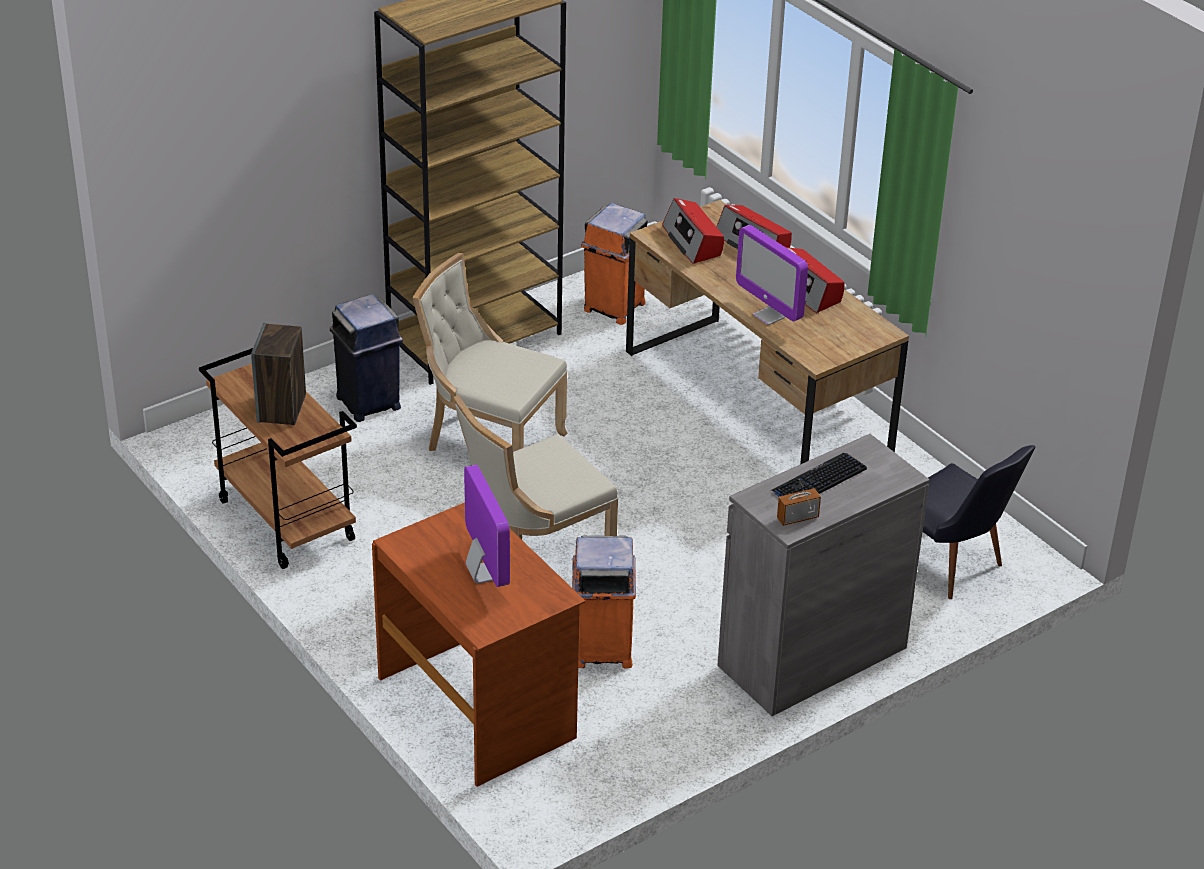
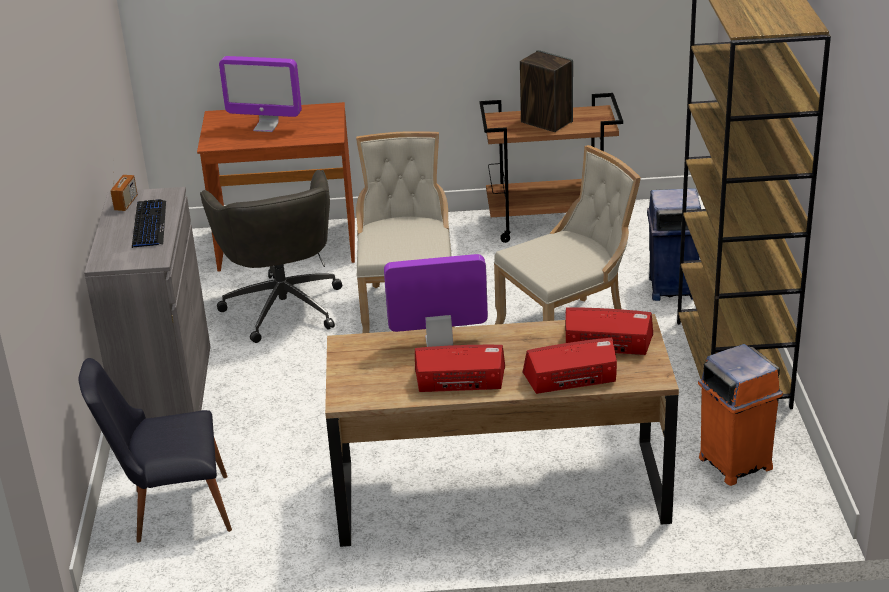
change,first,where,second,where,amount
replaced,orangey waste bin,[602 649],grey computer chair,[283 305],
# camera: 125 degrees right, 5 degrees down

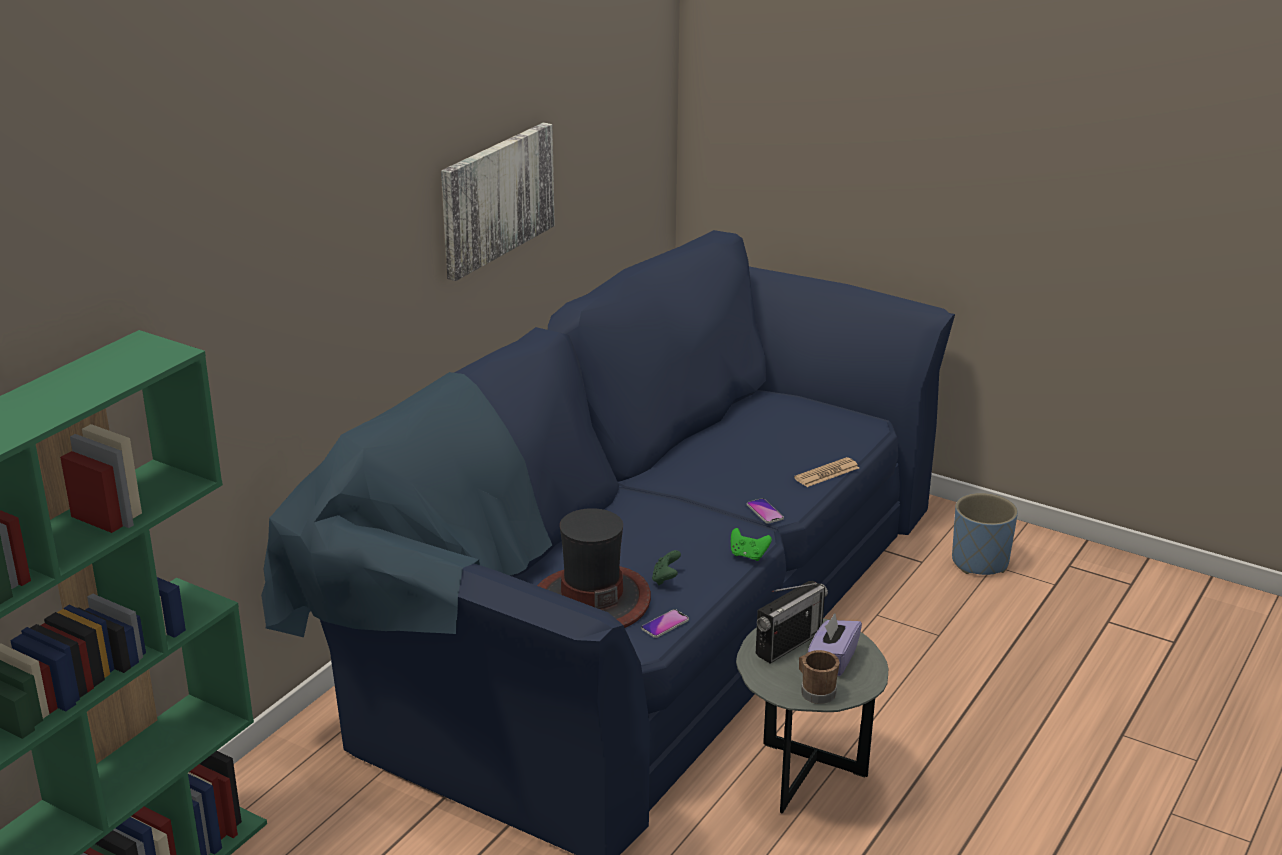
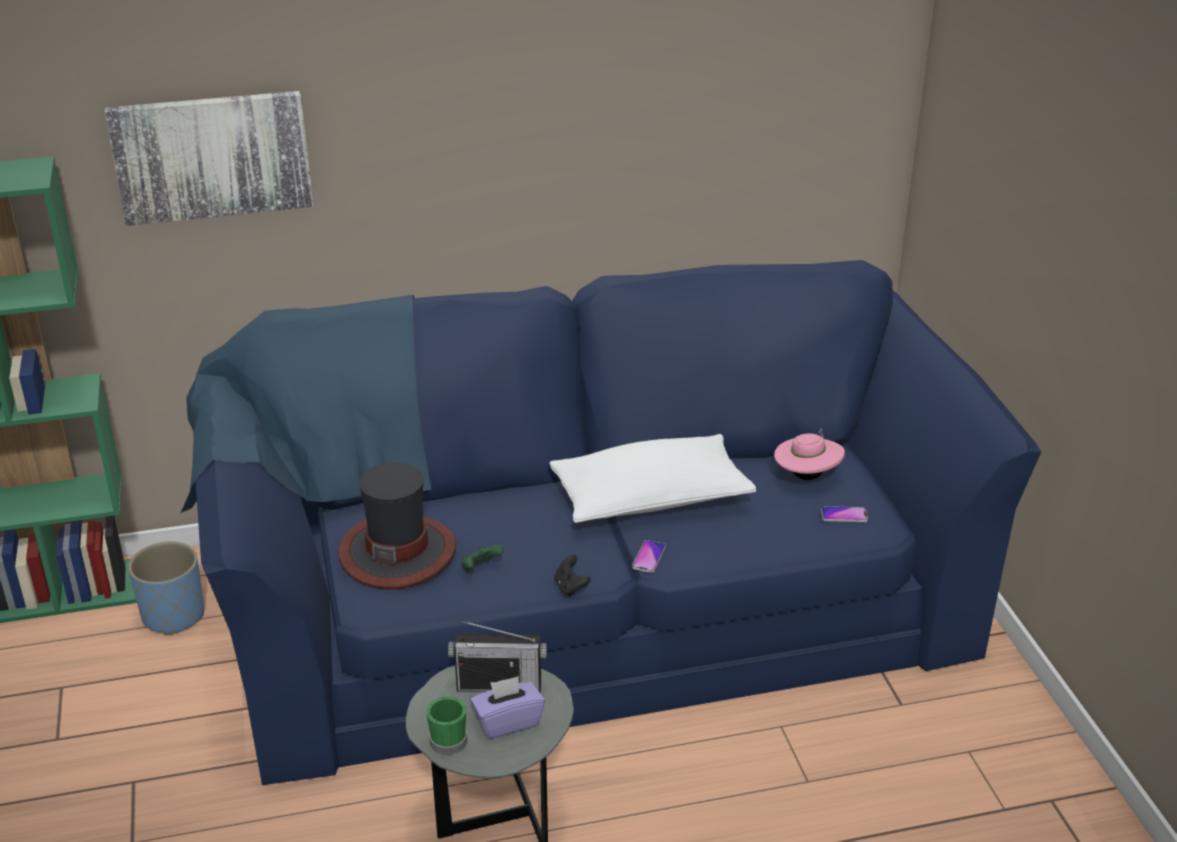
change,first,where,second,where,amount
moved,wall picture,[496 198],,[212 156],
removed,newspaper,[826 473],,,
moved,bluish plant pot,[980 562],,[173 615],
recoloured,green joypad,[748 555],blackish joypad,[570 587],
moved,handset,[665 624],,[844 515],
recoloured,brownish coffee mug,[815 691],green coffee mug,[449 738],
added,,,pink hat,[807 476],
added,,,white pillow,[650 499],
# camera: 45 degrees right, 5 degrees up

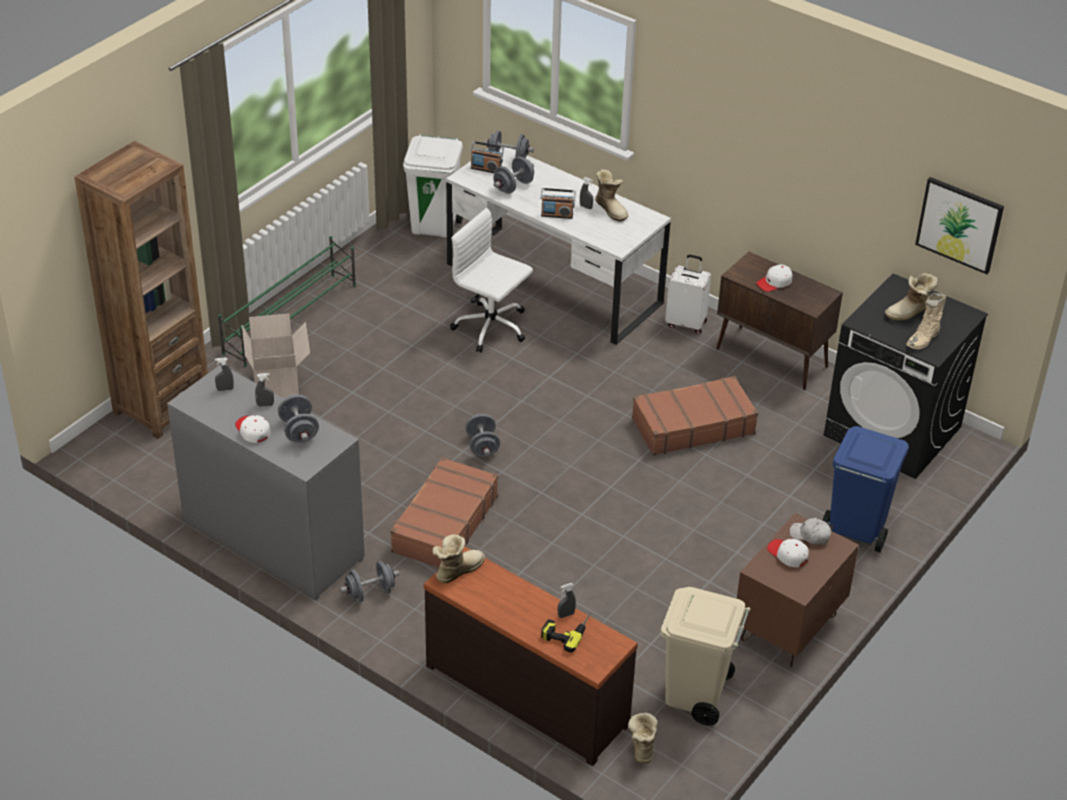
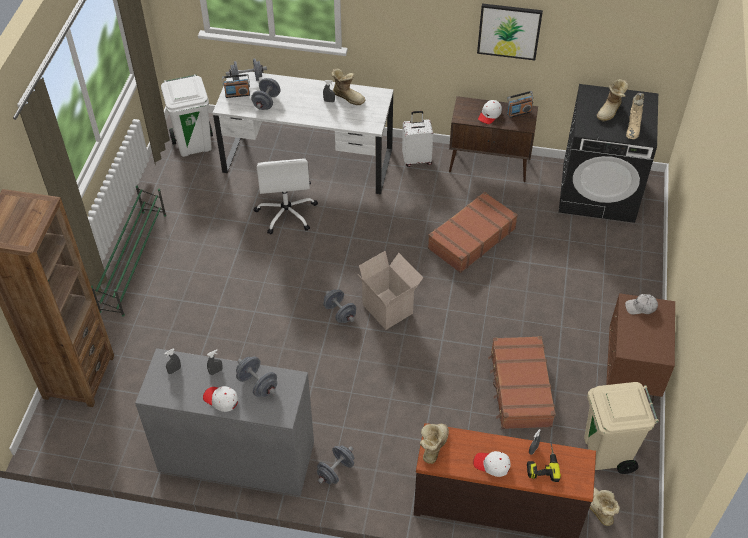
change,first,where,second,where,amount
moved,wall picture,[959 224],,[509 31],
moved,radio set,[557 215],,[519 112],
turned,white computer chair,[492 328],,[287 213],105 degrees counterclockwise
moved,packing box,[278 389],,[389 309],
removed,bluish waste bin,[855 530],,,
moved,brownish suitcase,[444 524],,[519 388],
moved,white baseball cap,[787 554],,[492 465],
# camera: 25 degrees left, 10 degrees up

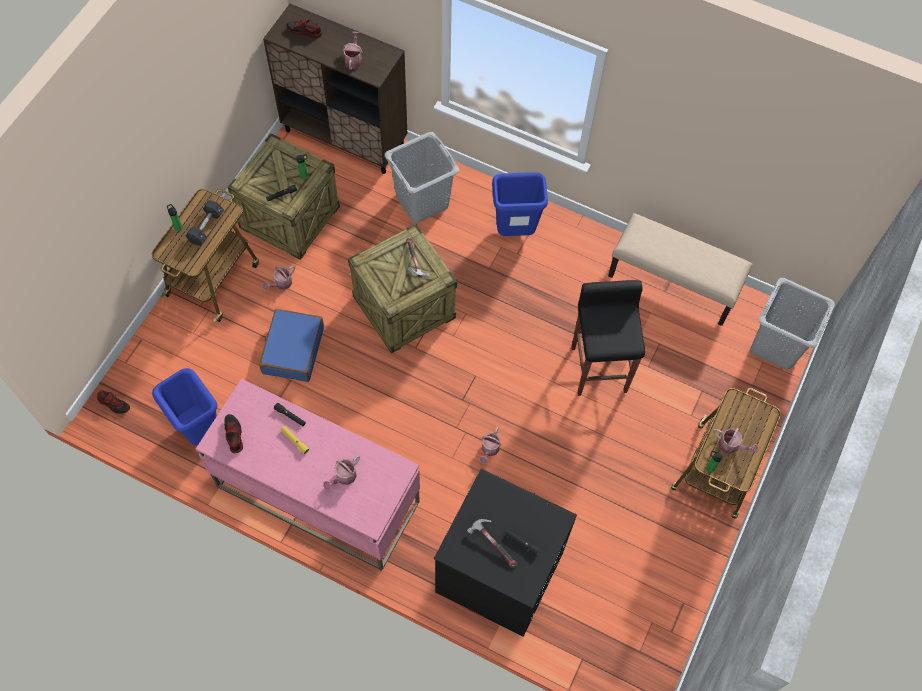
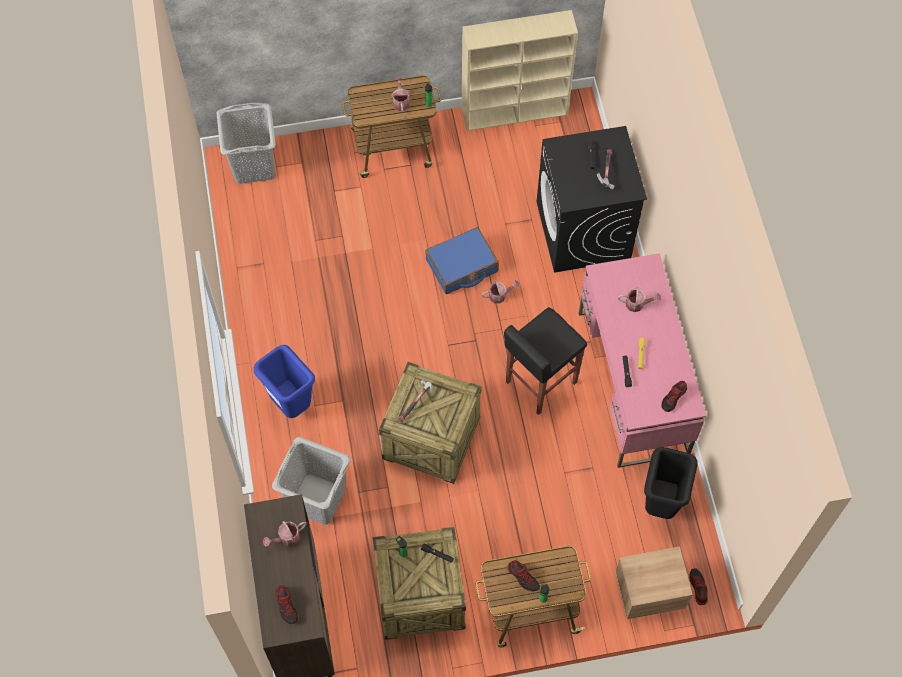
change,first,where,second,where,amount
replaced,blackish free weight,[206 227],low shoe,[523 577],
removed,beige-coloured bench,[673 282],,,
removed,watering pot,[281 284],,,
moved,blackish stool,[599 368],,[539 382],
moved,bluish suitcase,[293 350],,[462 266],
recoloured,bluish waste bin,[200 431],blackish waste bin,[660 503],
added,,,beige-coloured bookcase,[515 111],
added,,,beige-coloured nightstand,[647 594],
# camera: 125 degrees left, 0 degrees up

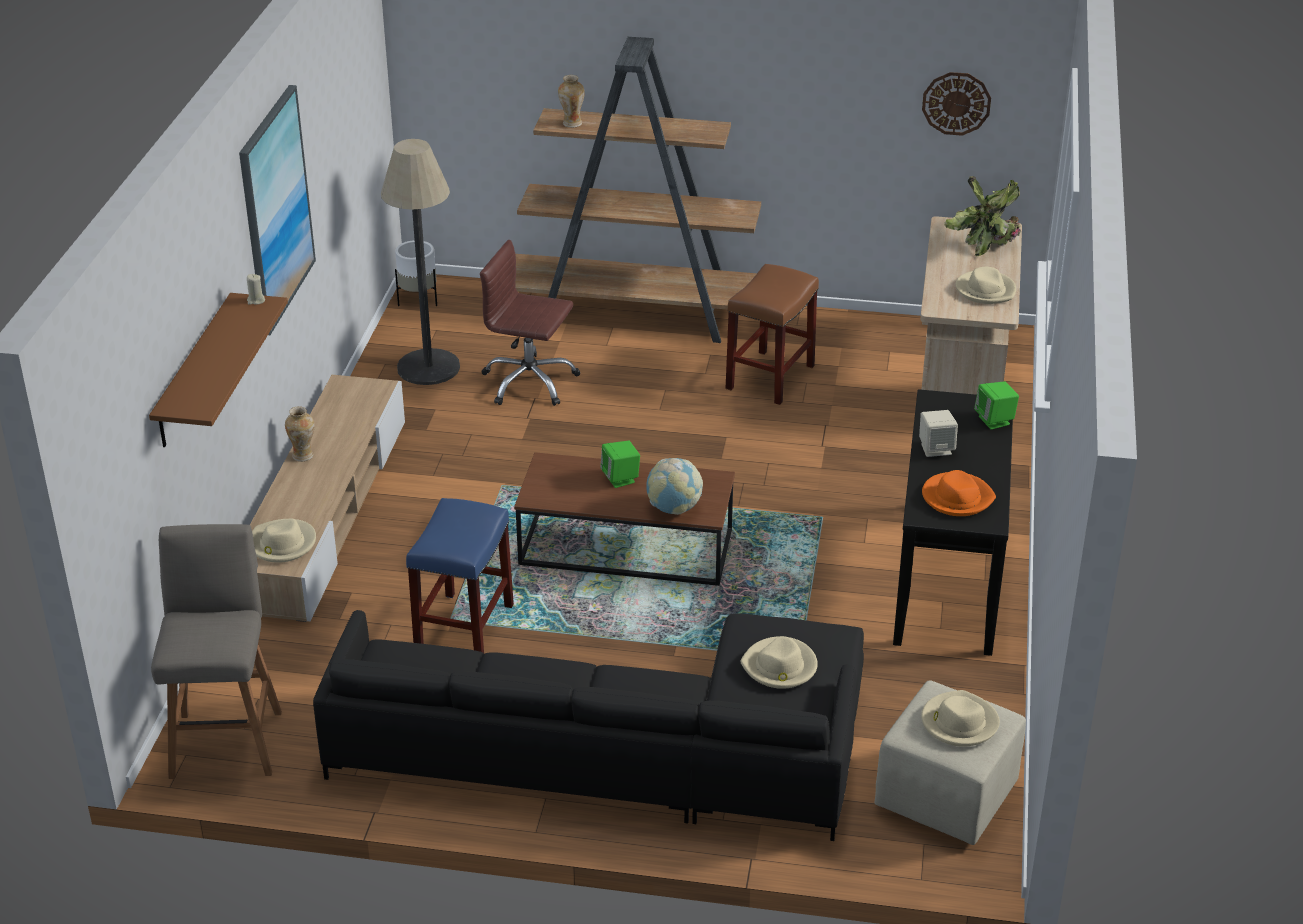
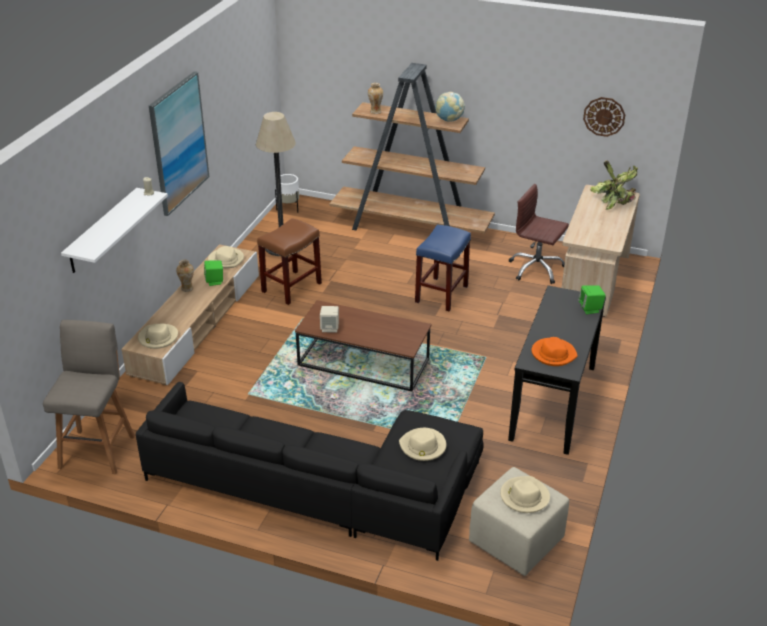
change,first,where,second,where,amount
moved,brownish computer chair,[529 382],,[536 269],
moved,brownish stool,[770 377],,[291 287],
moved,beige-coloured hat,[985 290],,[226 260],
recoloured,brownish shelf,[194 372],white shelf,[102 231],
moved,beige-coloured loudspeaker,[936 449],,[330 328],
moved,green loudspeaker,[620 479],,[215 281],
moved,desk globe,[674 508],,[449 120],
moved,bluish stool,[464 627],,[441 293],
# camera: 10 degrees right, 0 degrees up

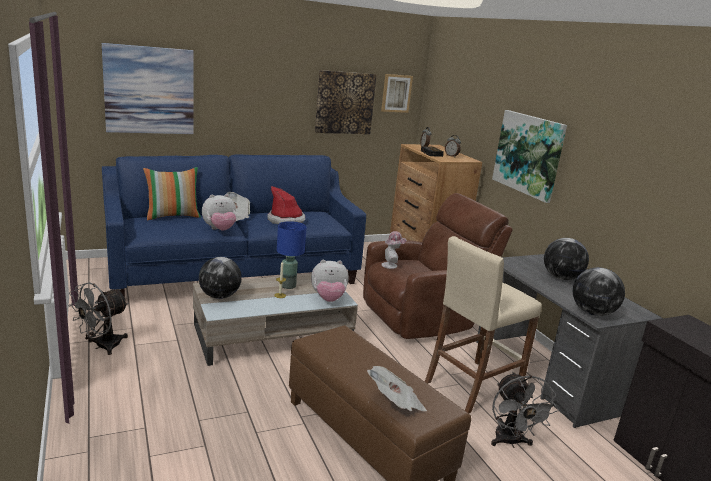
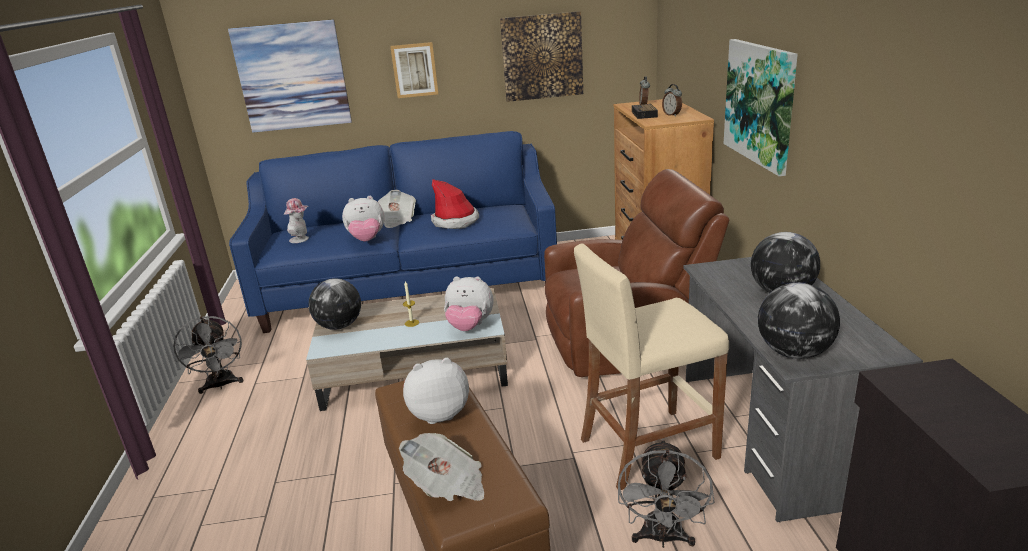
change,first,where,second,where,amount
moved,wall picture,[396 93],,[414 70],
removed,pillow,[173 216],,,
removed,bluish lamp for a table,[288 286],,,
moved,hat,[391 265],,[301 239],
turned,grey electric fan,[102 346],,[221 385],75 degrees counterclockwise
added,,,cuddly toy,[438 413],
# camera: 20 degrees right, 5 degrees up

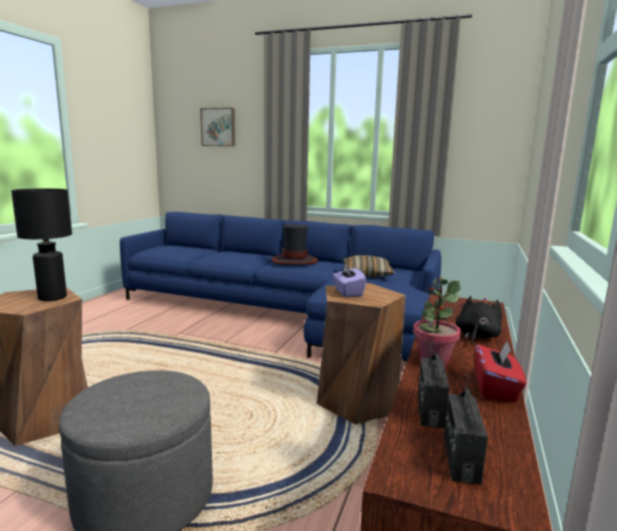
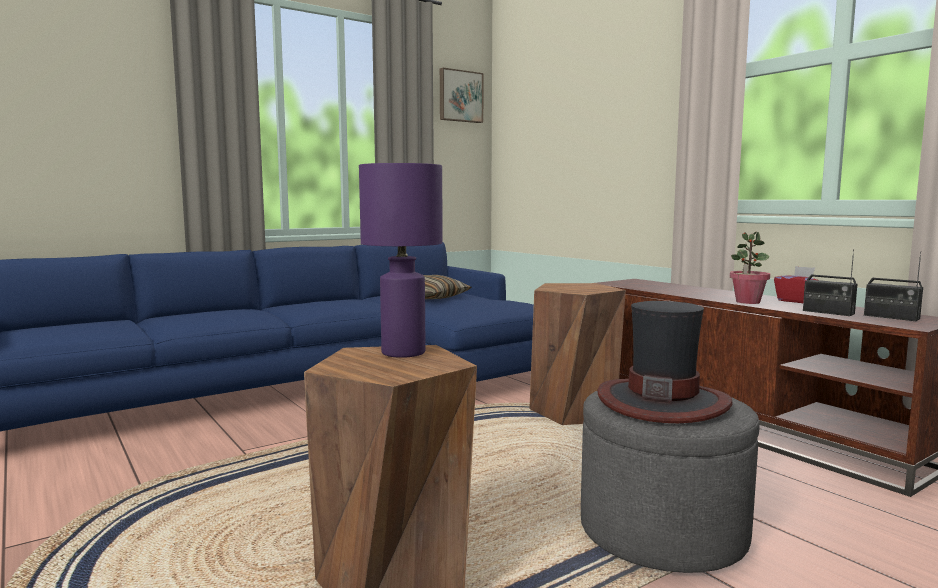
change,first,where,second,where,amount
moved,wall picture,[218 127],,[460 96],
recoloured,blackish lamp for a table,[52 298],purple-coloured lamp for a table,[404 353],
moved,hat,[295 261],,[662 401],
removed,purple-coloured tissue holder,[348 292],,,
removed,blackish cuddly toy,[476 336],,,
# camera: 55 degrees left, 5 degrees down

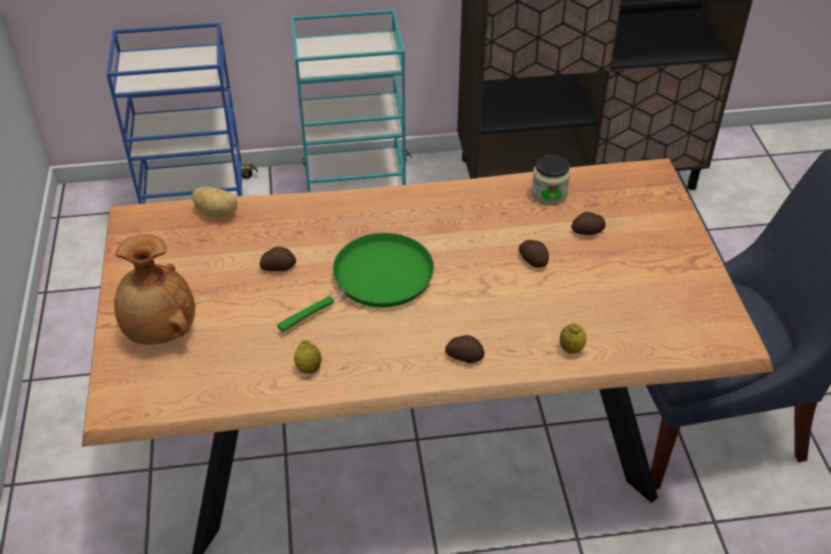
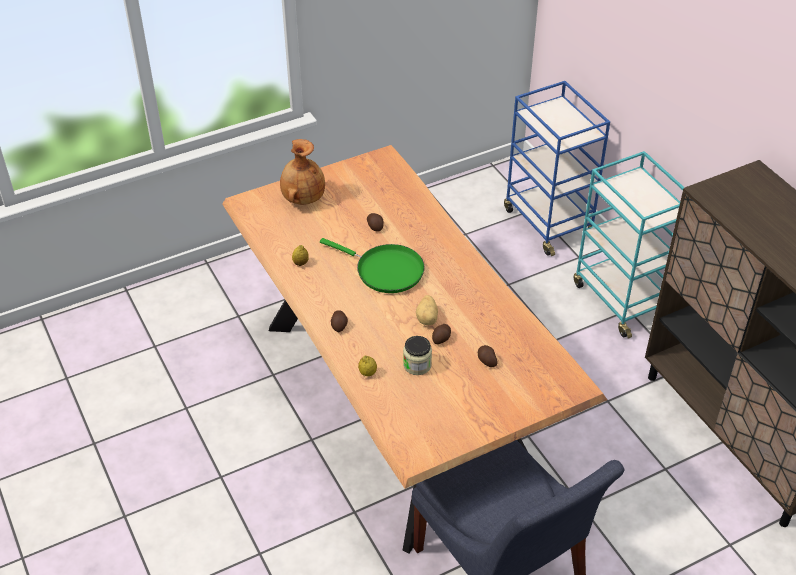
change,first,where,second,where,amount
moved,jar,[549 194],,[417 365],
moved,potato,[217 212],,[427 318],
# camera: 70 degrees right, 0 degrees up

